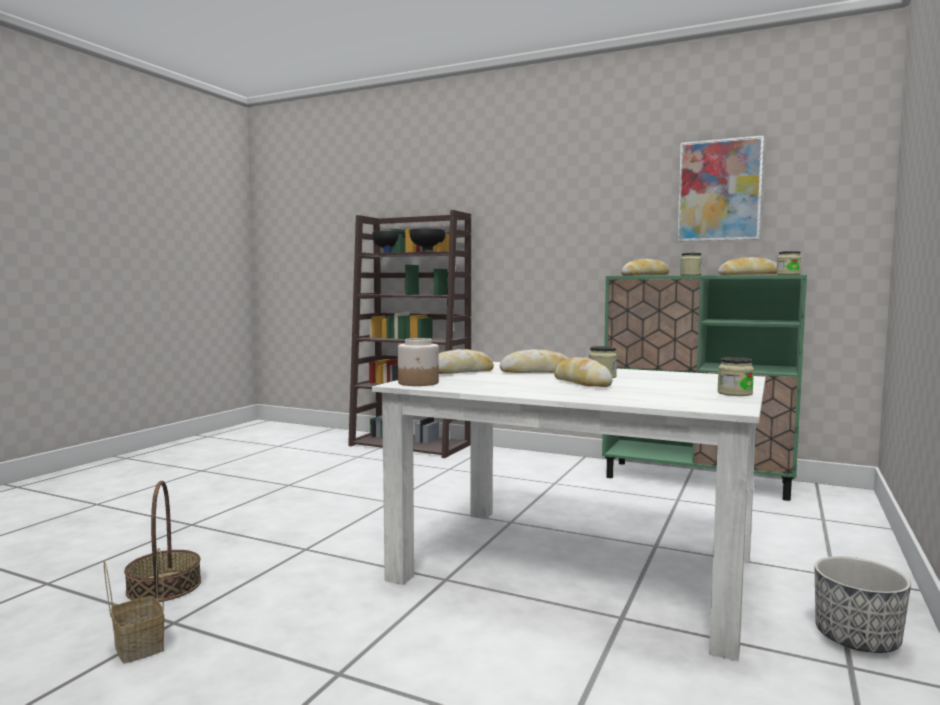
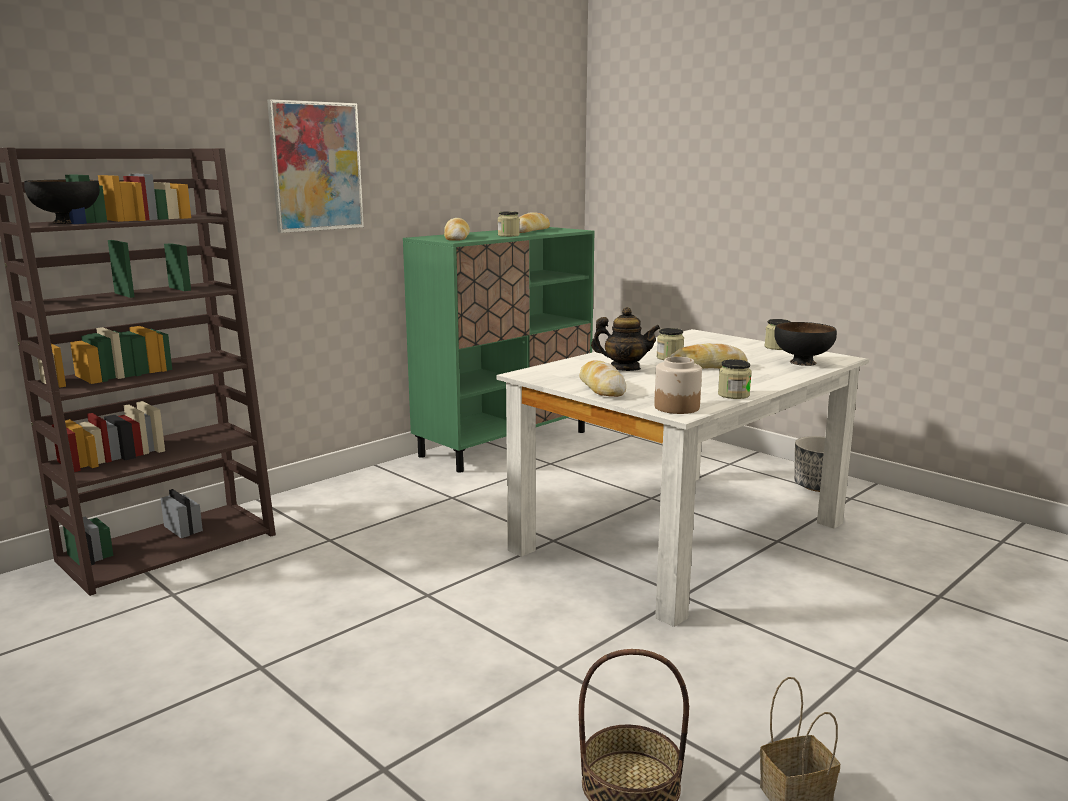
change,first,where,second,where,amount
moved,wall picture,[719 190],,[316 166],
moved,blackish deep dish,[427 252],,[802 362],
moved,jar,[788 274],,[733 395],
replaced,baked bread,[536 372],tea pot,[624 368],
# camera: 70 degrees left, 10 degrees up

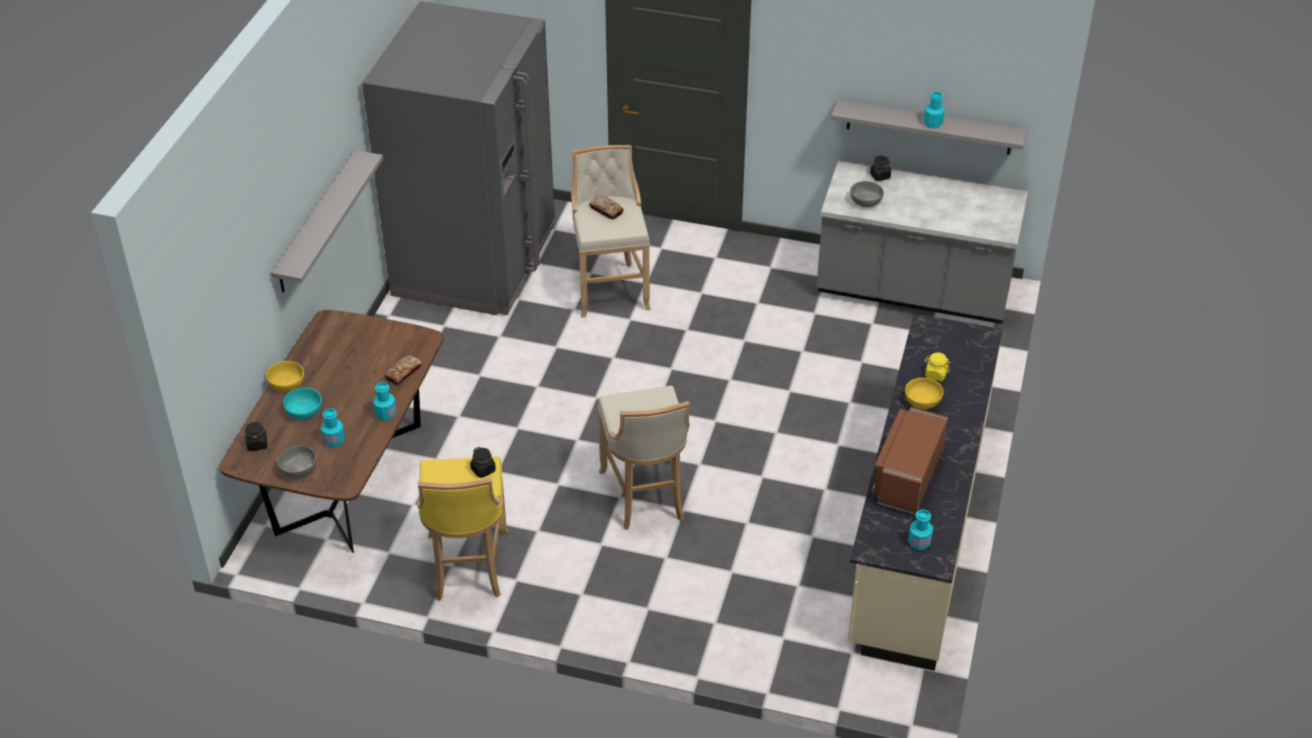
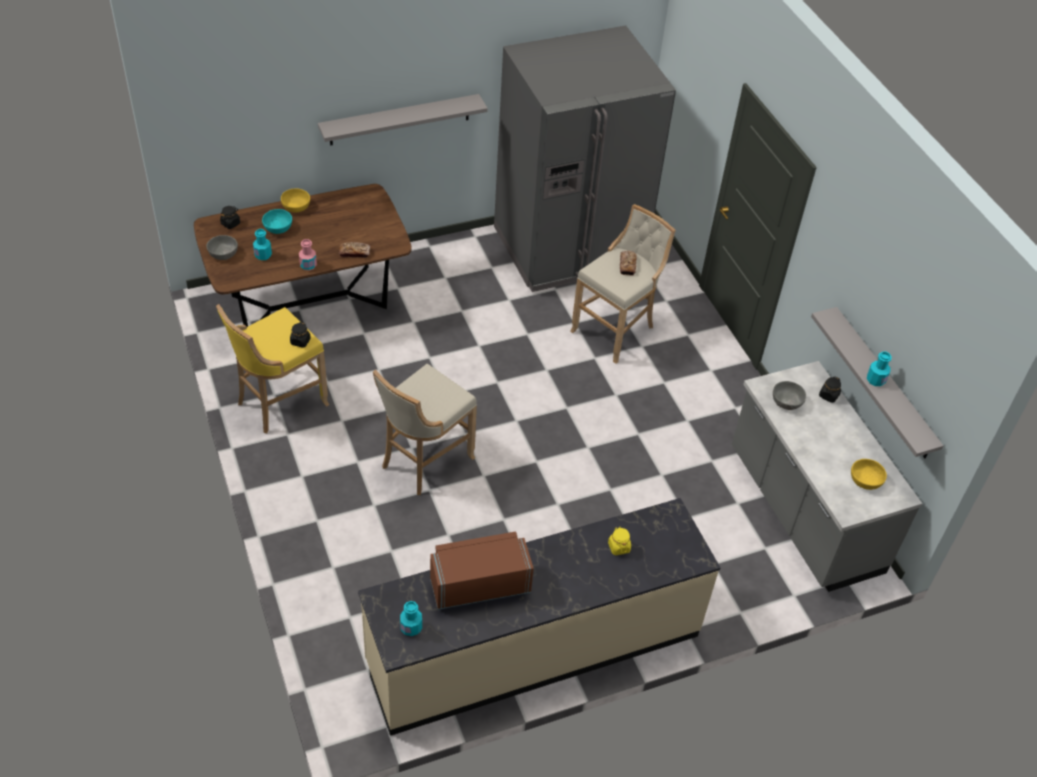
change,first,where,second,where,amount
moved,yellow-coloured deep dish,[922 401],,[865 480],
recoloured,turquoise-coloured beverage bottle,[385 414],pink beverage bottle,[308 265],
# camera: 50 degrees right, 5 degrees up

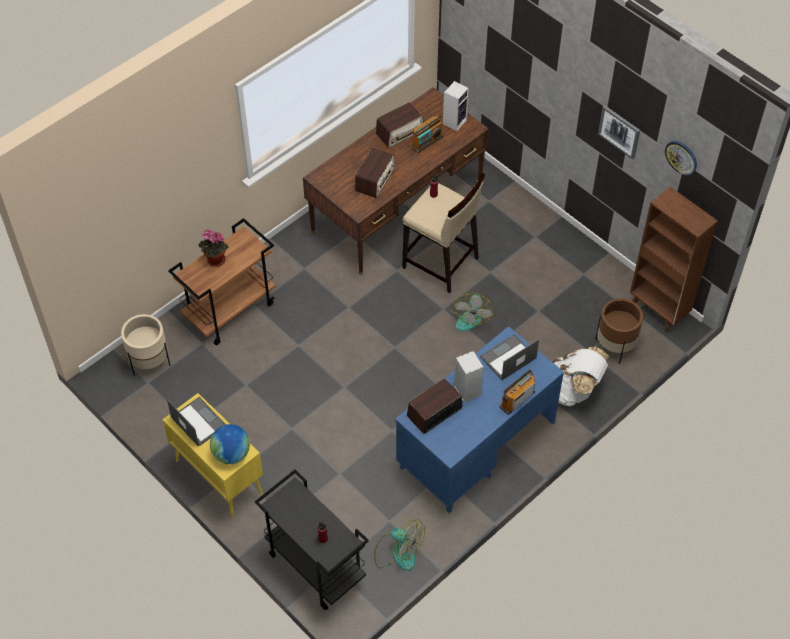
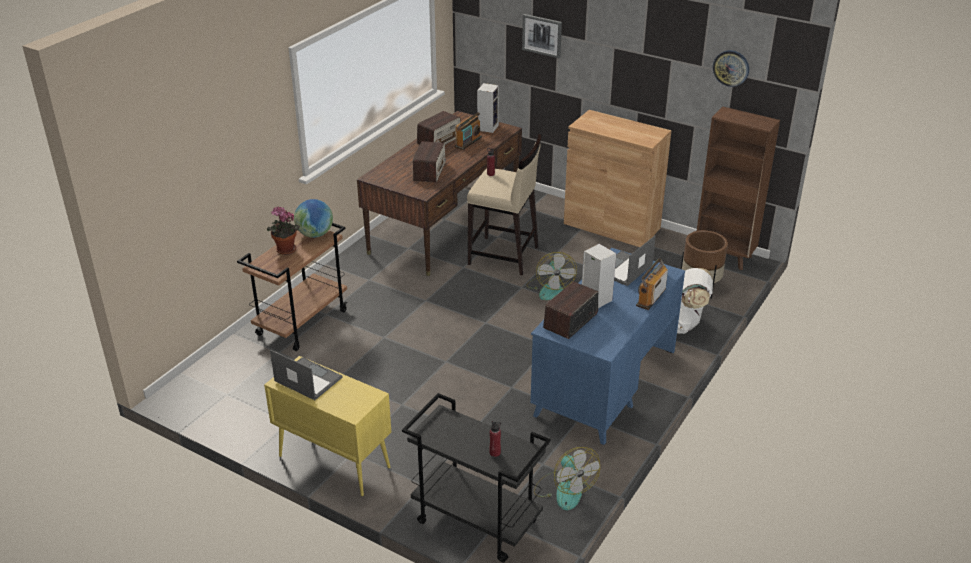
change,first,where,second,where,amount
moved,wall picture,[619 131],,[542 35],
removed,beige-coloured plant pot,[150 362],,,
moved,desk globe,[232 454],,[315 234],
turned,electric fan,[398 551],,[564 490],45 degrees clockwise
added,,,brownish storage cabinet,[611 226],
# camera: 15 degrees left, 20 degrees down

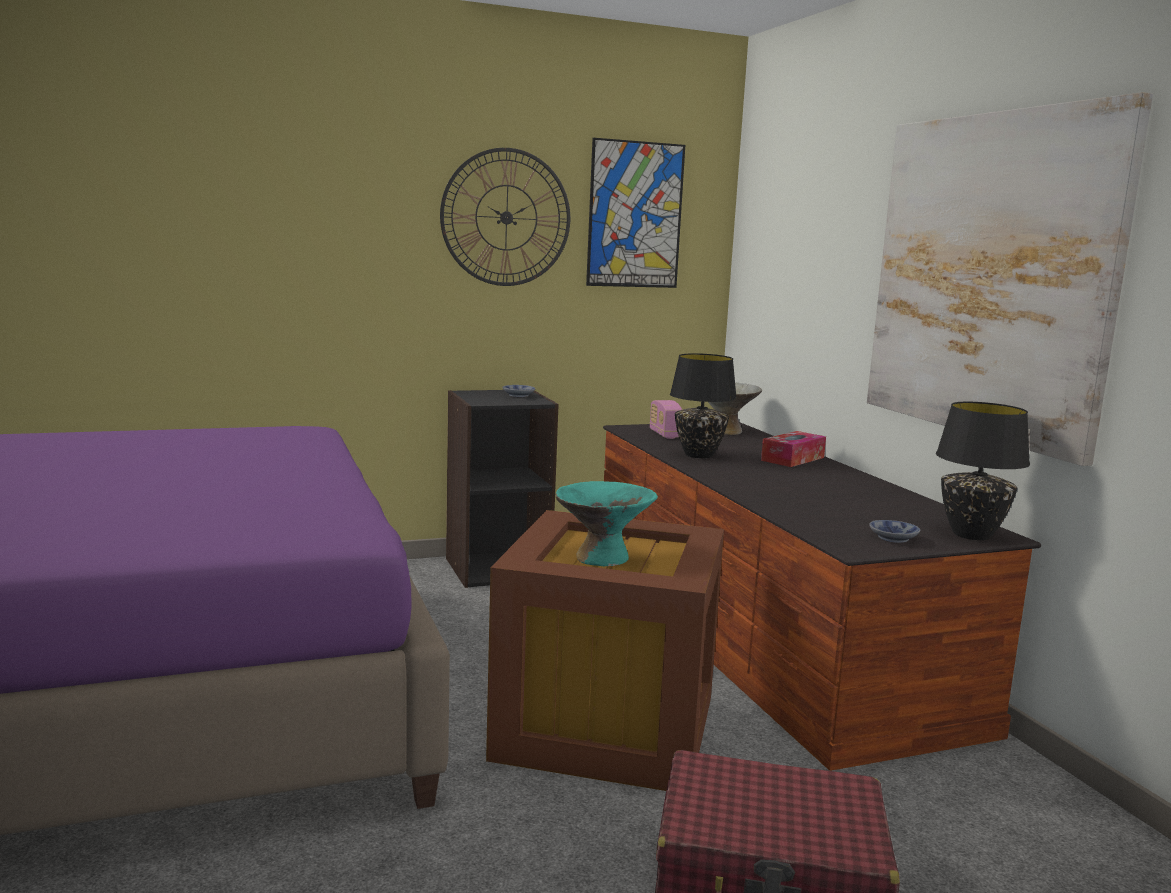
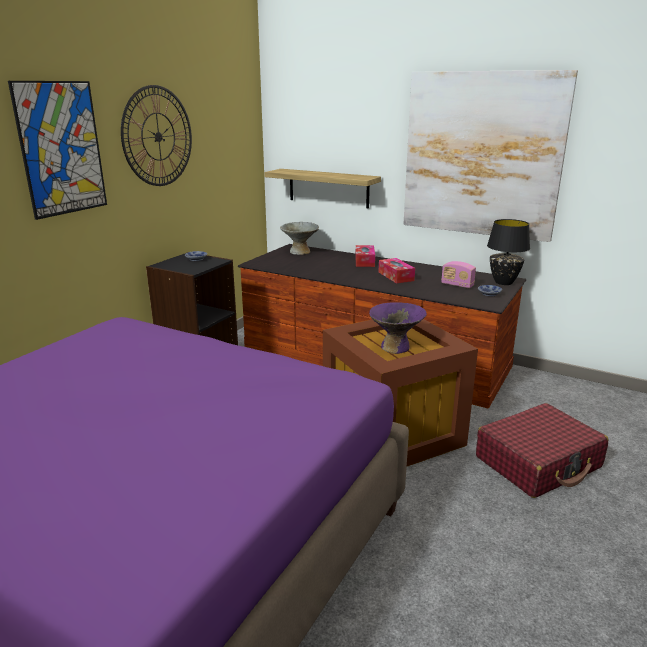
change,first,where,second,where,amount
moved,wall picture,[635 215],,[61 149],
removed,blackish lamp for a table,[699 455],,,
moved,radio set,[664 434],,[457 285],
recoloured,turquoise-coloured deep dish,[602 557],purple-coloured deep dish,[395 347],
added,,,shelf,[328 188],
added,,,tissue holder,[396 276],
# camera: 40 degrees left, 10 degrees up

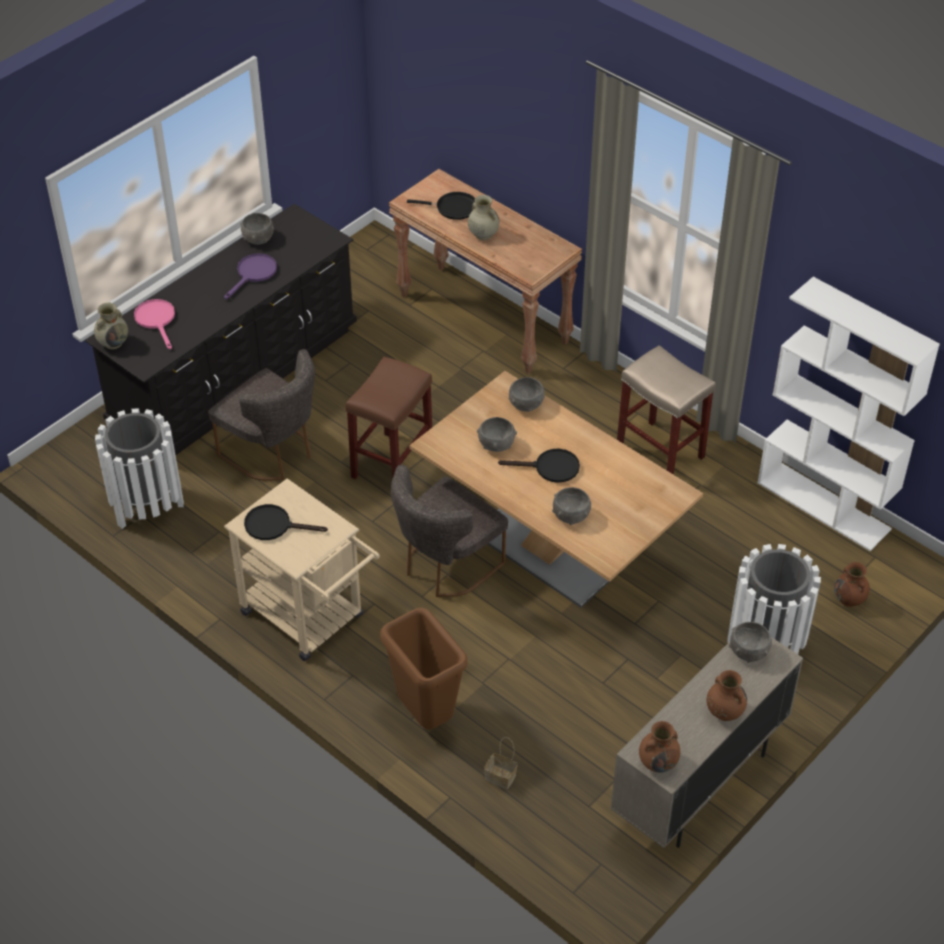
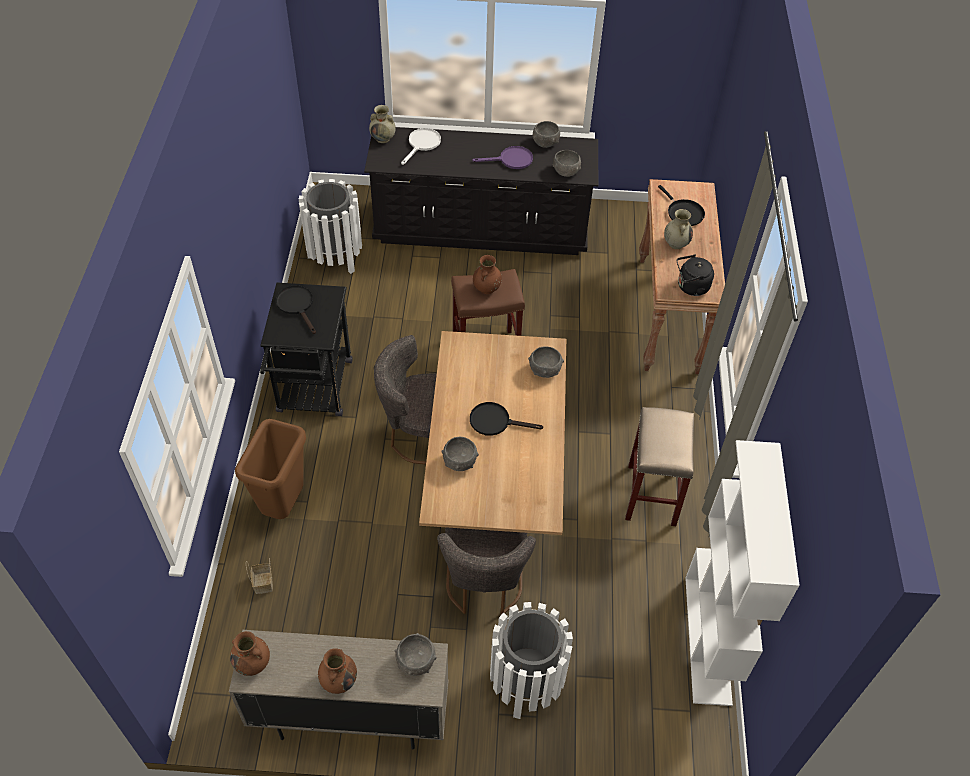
change,first,where,second,where,amount
recoloured,pink pan,[157 320],white pan,[422 144],
moved,grey chair,[273 453],,[484 585],
moved,grey deep dish,[496 444],,[566 171],
turned,blackish pan,[550 468],,[495 421],135 degrees clockwise
recoloured,beige-coloured trolley,[310 619],blackish trolley,[314 392],
moved,brownish flower vase,[849 599],,[486 289],
added,,,blackish kettle,[691 287],
# camera: 50 degrees right, 5 degrees up

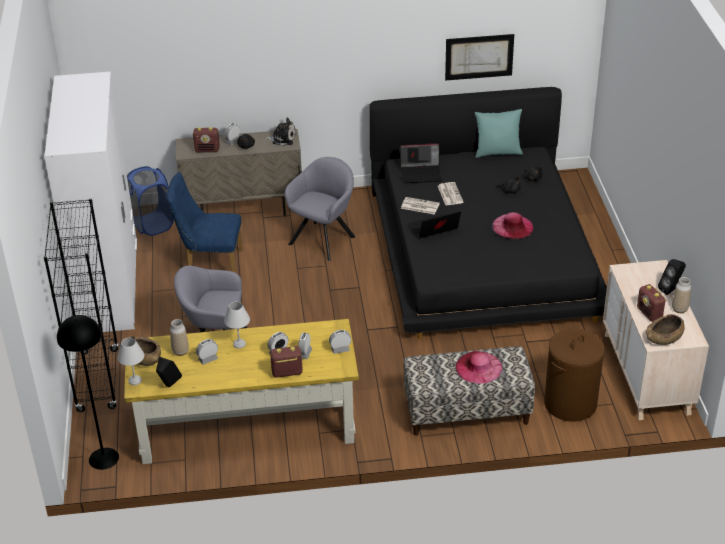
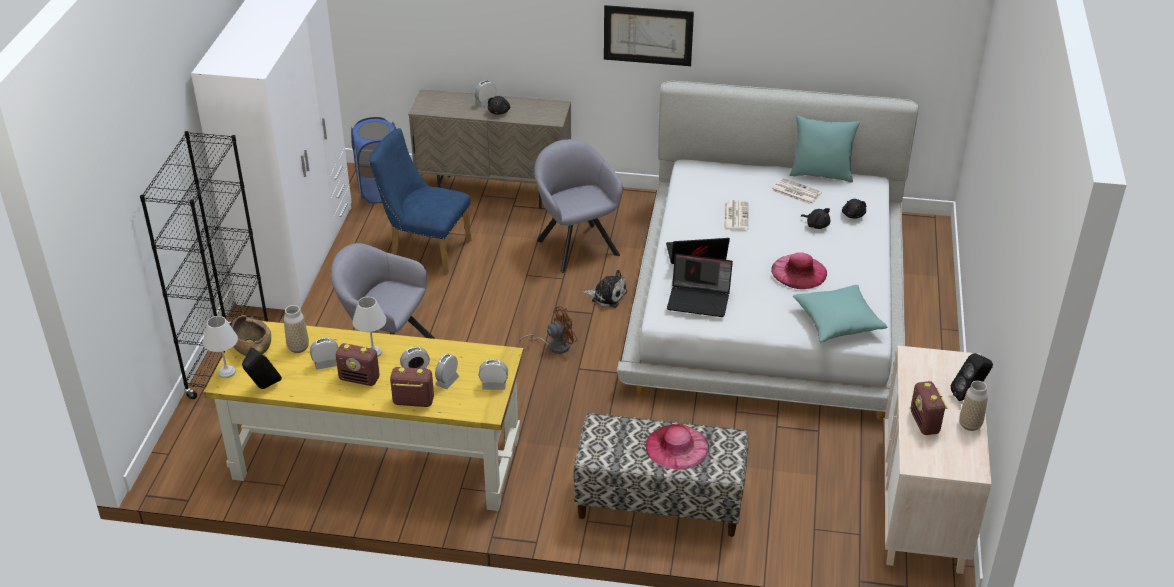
change,first,where,second,where,amount
moved,wall picture,[479 57],,[648 35],
recoloured,blackish bed,[483 252],white bed,[768 299],
moved,cuddly toy,[282 138],,[607 296],
moved,radio set,[207 150],,[360 379],
moved,notebook computer,[421 173],,[699 299],
turned,grey lounge chair,[324 238],,[576 245],75 degrees counterclockwise
moved,newspaper,[419 206],,[795 192],
removed,brownish deep dish,[664 338],,,
removed,blackish floor lamp,[103 458],,,
removed,brownish laundry basket,[570 404],,,
added,,,turquoise-coloured pillow,[837 322],
added,,,brownish electric fan,[554 345],
# camera: 15 degrees right, 0 degrees up

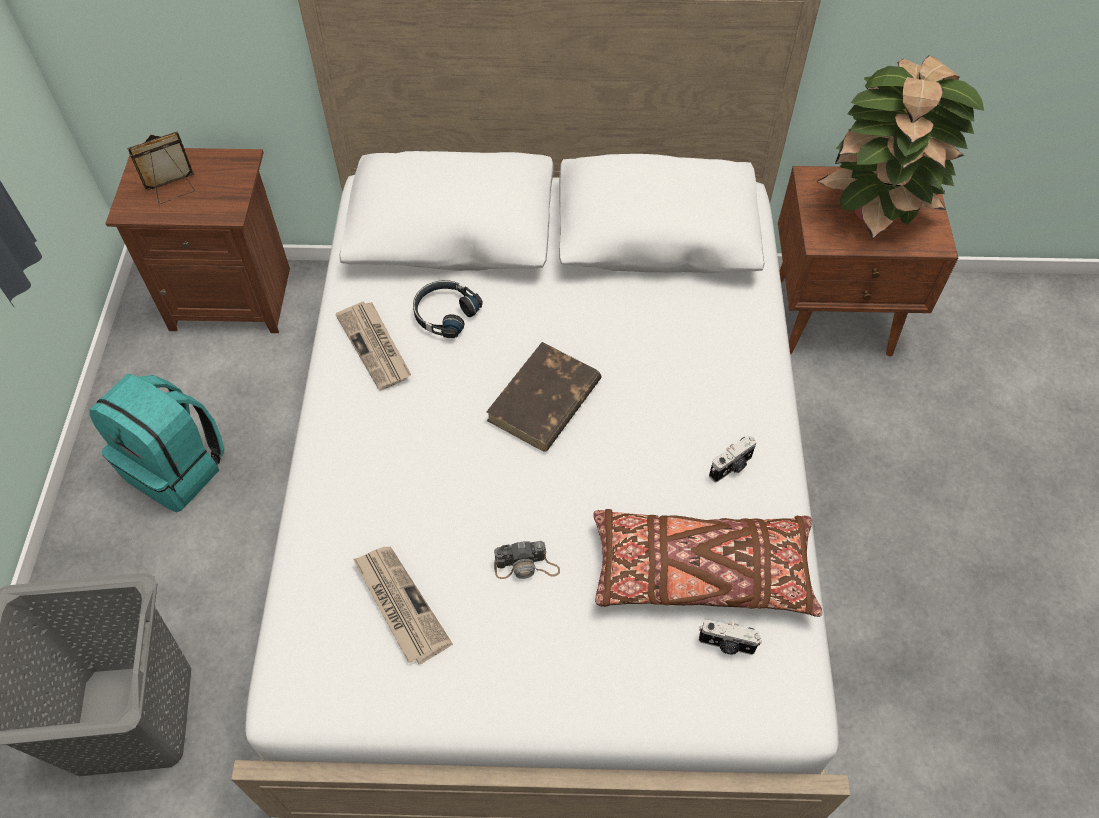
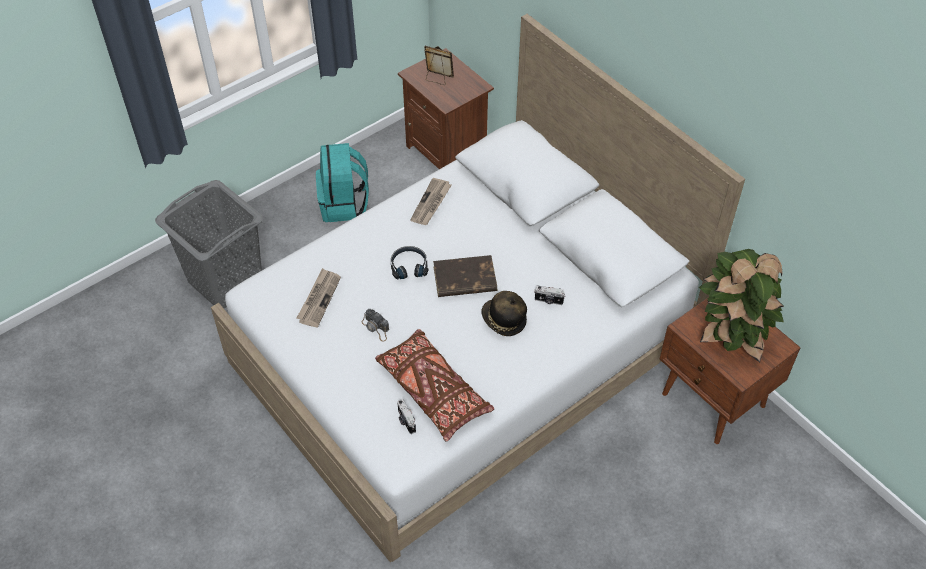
change,first,where,second,where,amount
moved,blackish headphones,[445 313],,[409 266],
moved,photo camera,[731 467],,[548 301],
added,,,hat,[503 320],
# camera: 50 degrees right, 5 degrees down

